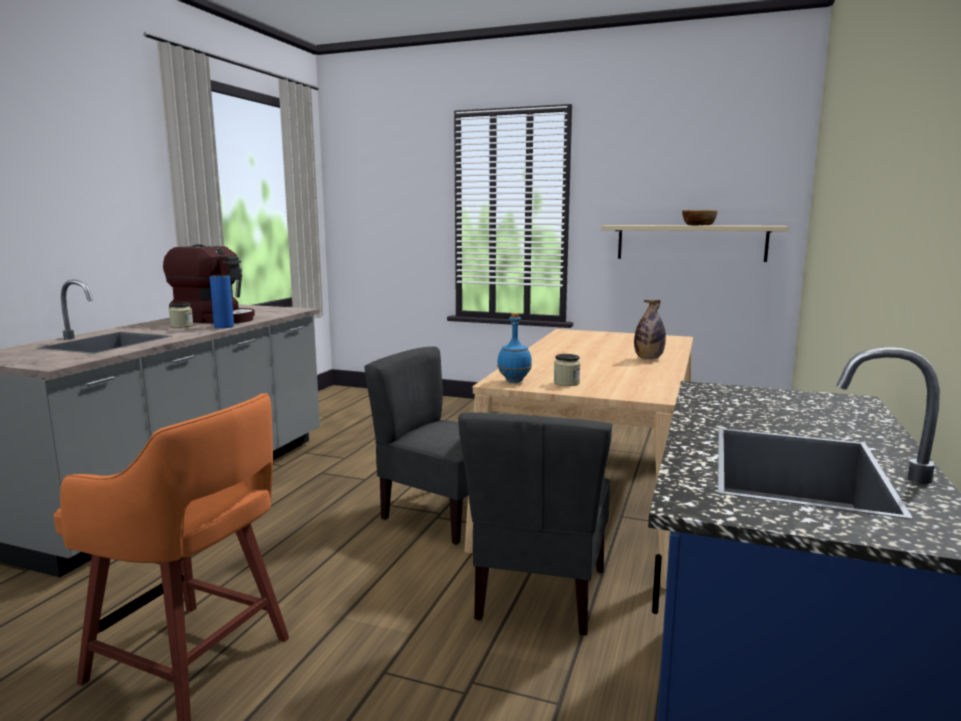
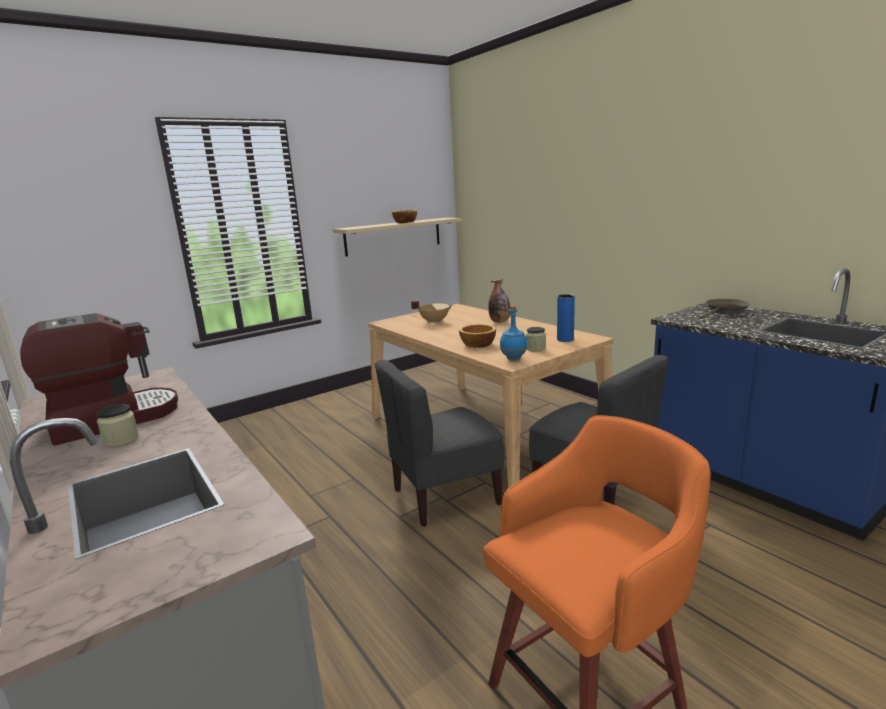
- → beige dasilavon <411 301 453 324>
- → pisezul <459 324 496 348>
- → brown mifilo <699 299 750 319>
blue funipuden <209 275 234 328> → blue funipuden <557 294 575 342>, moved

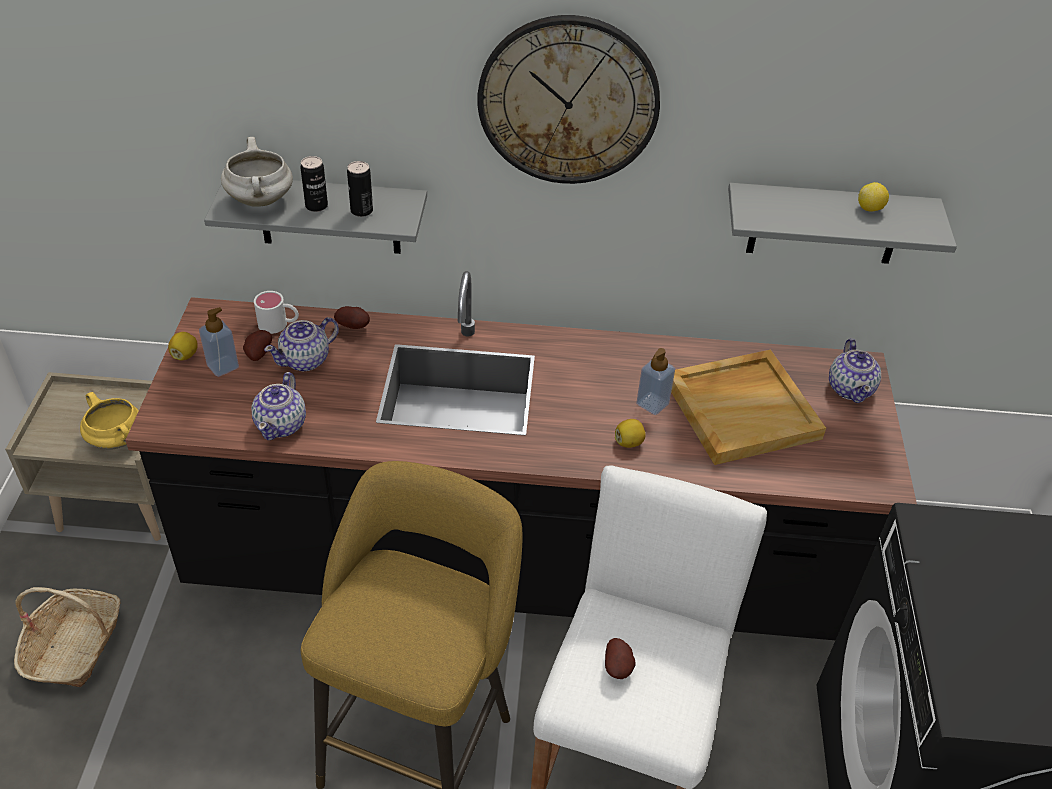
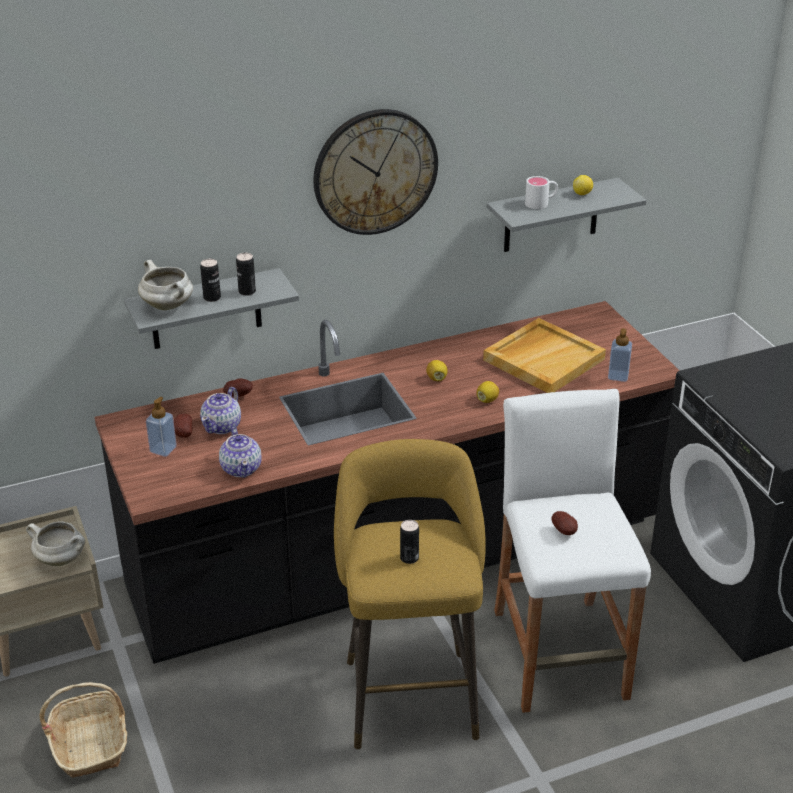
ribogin <829 338 881 403> → -
- → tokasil <400 520 419 564>
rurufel <168 332 198 361> → rurufel <426 360 448 381>, moved
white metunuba <254 291 299 334> → white metunuba <525 176 558 209>, moved
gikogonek <636 348 675 415> → gikogonek <608 328 632 382>, moved
yellow dasilavon <80 392 139 450> → white dasilavon <26 521 85 566>

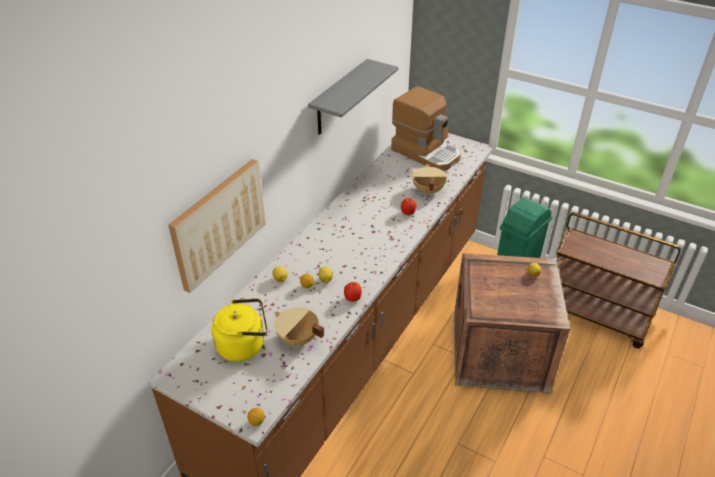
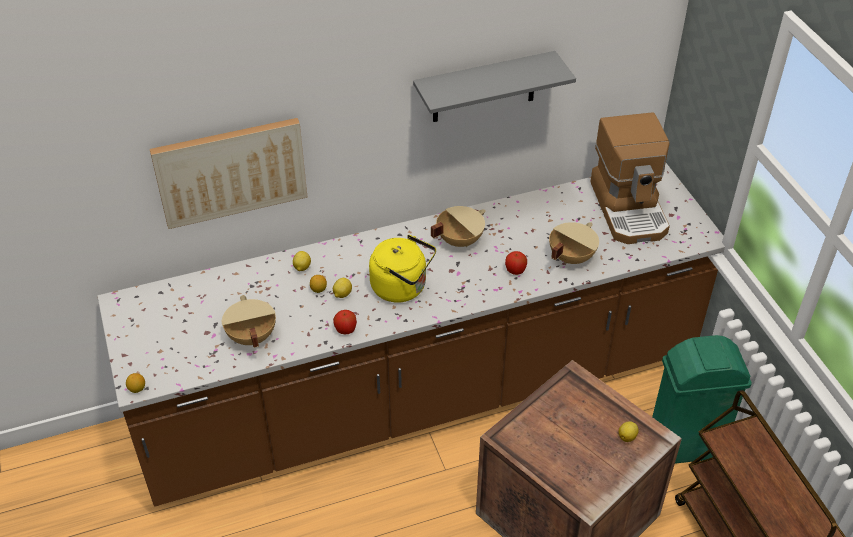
- → beige dasilavon <431 206 485 247>
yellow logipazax <212 298 268 362> → yellow logipazax <369 235 436 303>, moved

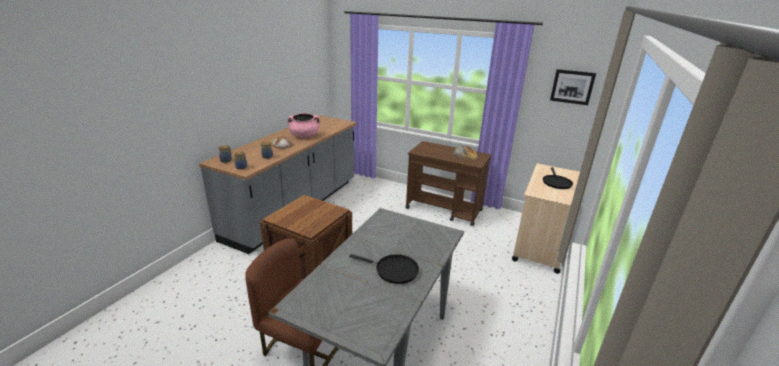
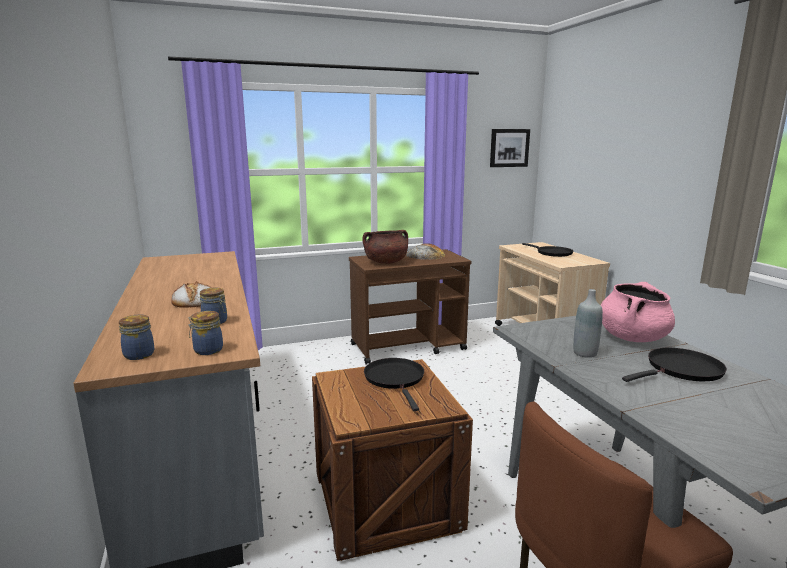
- → brown dasilavon <362 230 408 264>
- → black mifilo <364 358 424 411>
- → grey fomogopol <573 289 603 358>
pink dasilavon <288 113 320 138> → pink dasilavon <601 282 675 342>, moved

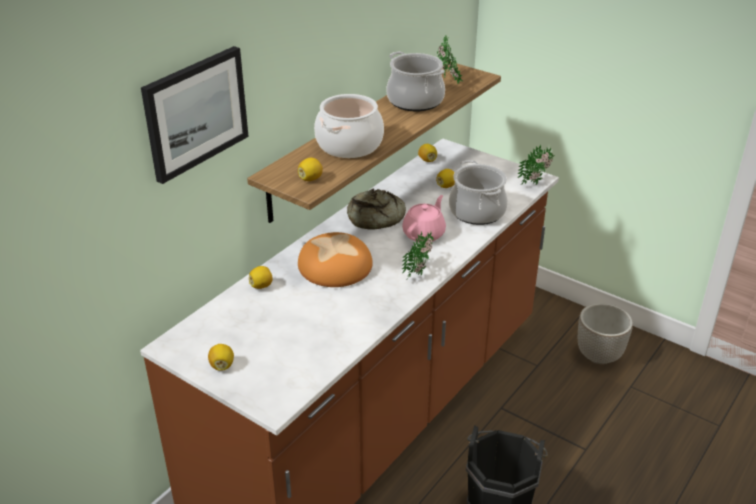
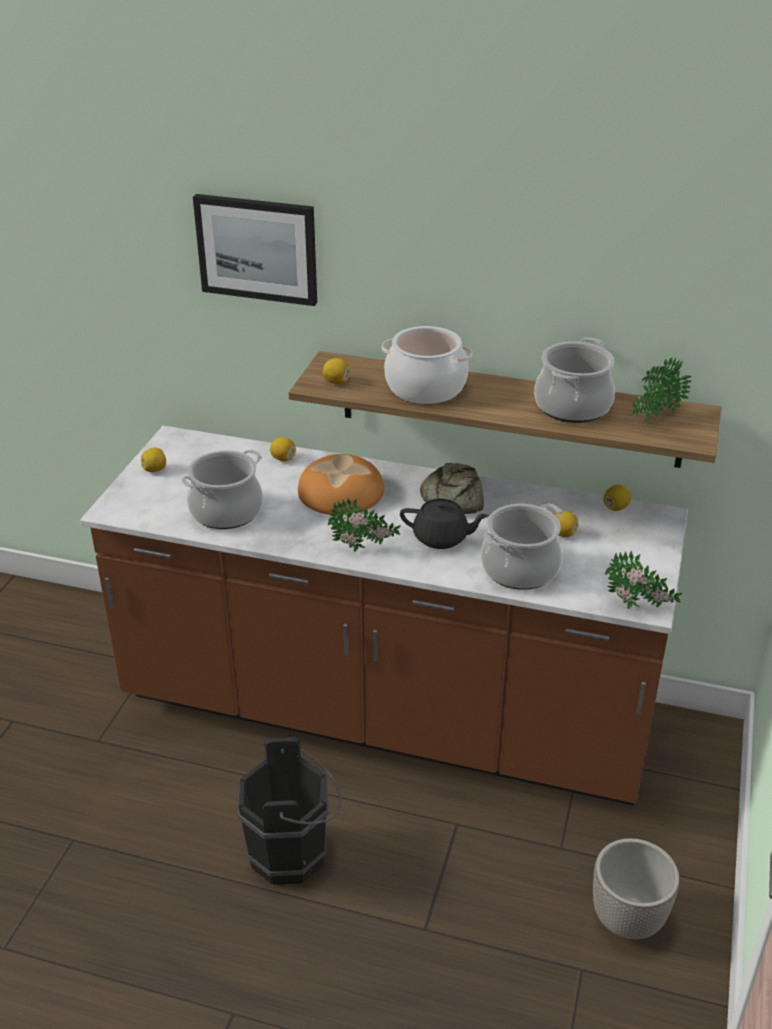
- → dasilavon <181 449 263 529>
pink ribogin <402 195 446 242> → black ribogin <400 499 489 549>

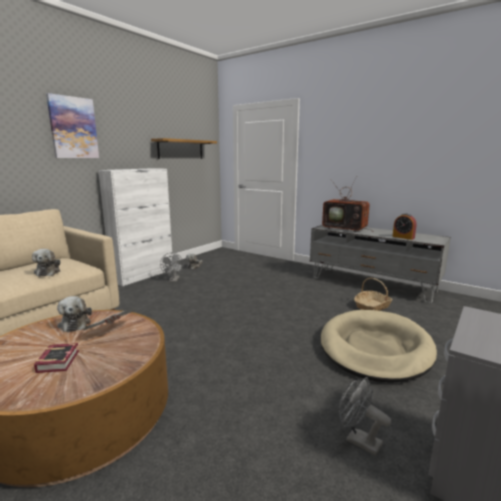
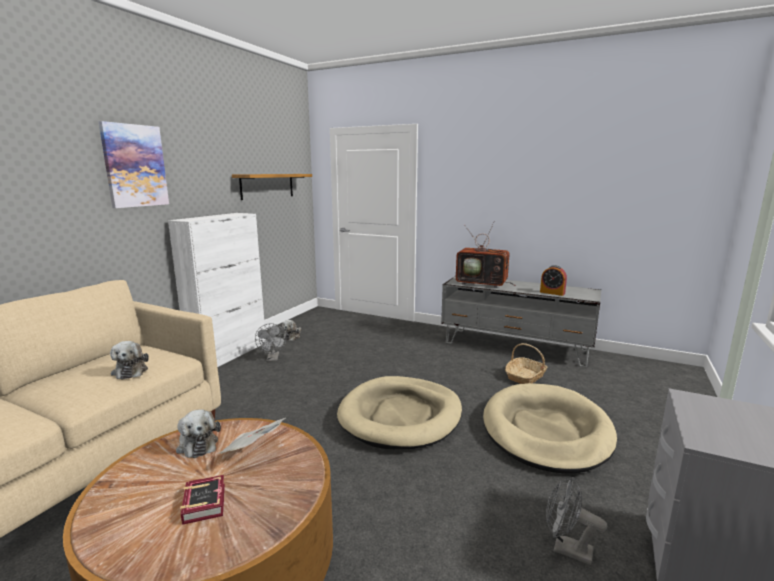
- → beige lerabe <337 376 462 449>

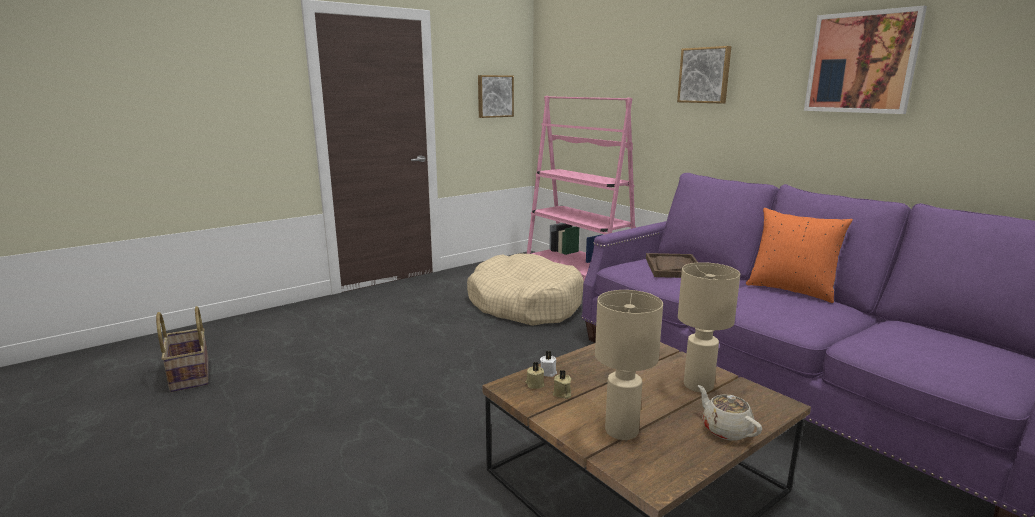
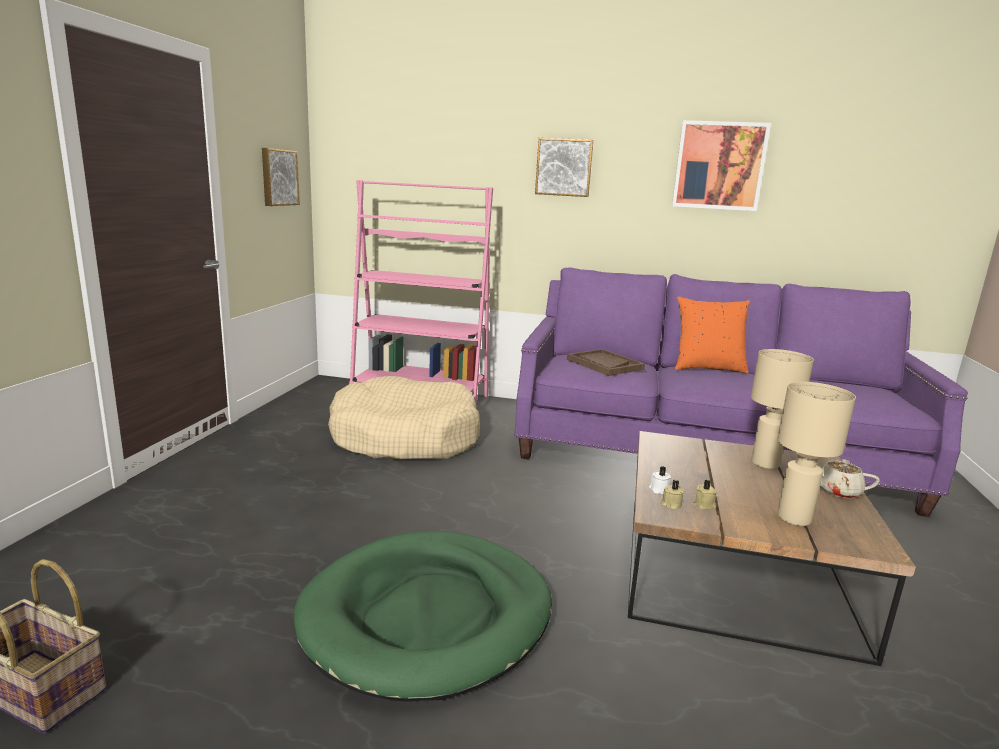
- → green lerabe <294 531 552 702>

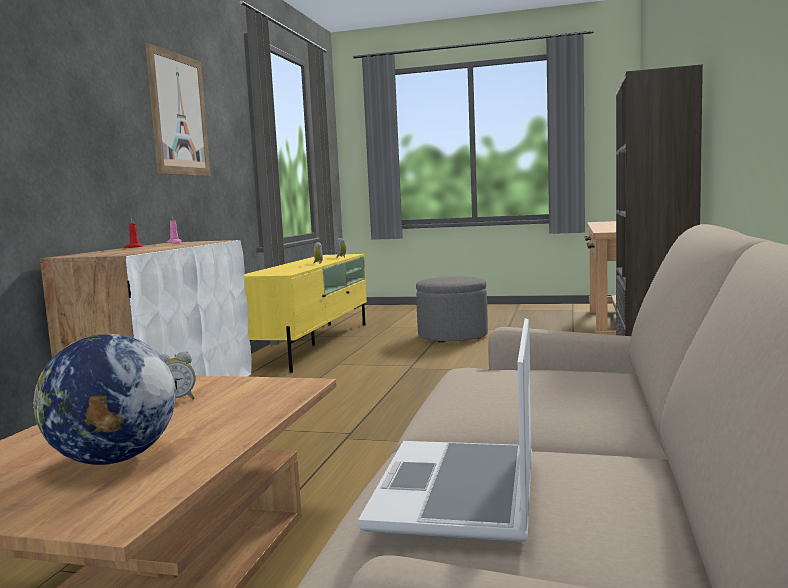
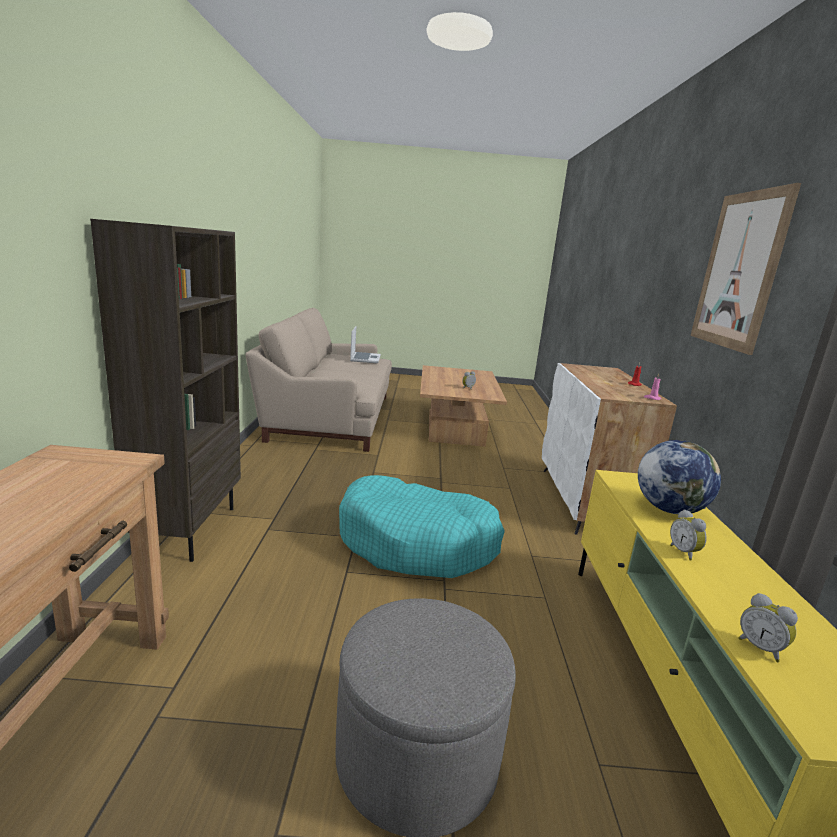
- → turquoise lerabe <339 475 505 578>
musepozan <33 334 176 465> → musepozan <638 440 721 514>, moved

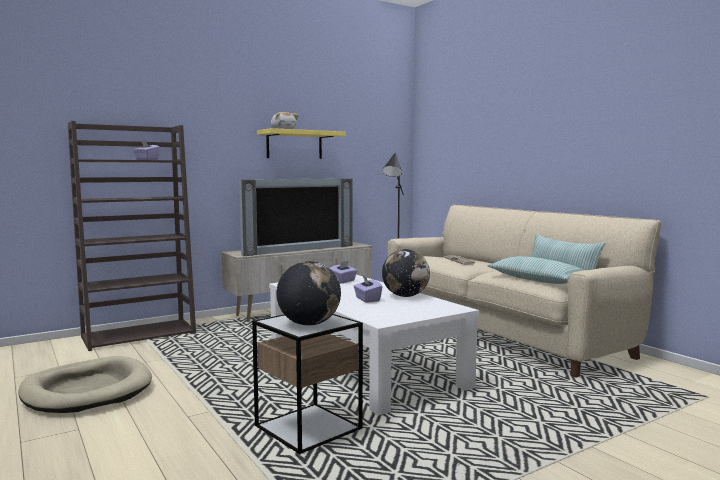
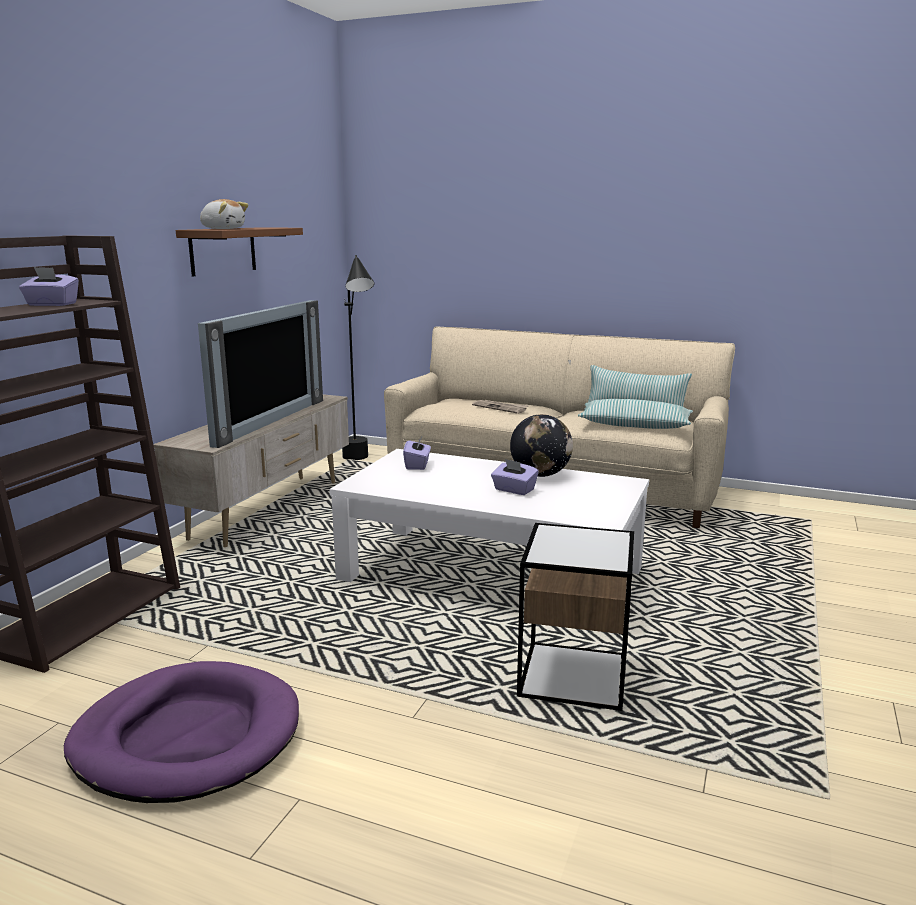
musepozan <276 261 341 326> → -
beige lerabe <18 356 152 413> → purple lerabe <64 661 299 803>
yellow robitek <257 128 345 159> → brown robitek <176 227 303 276>

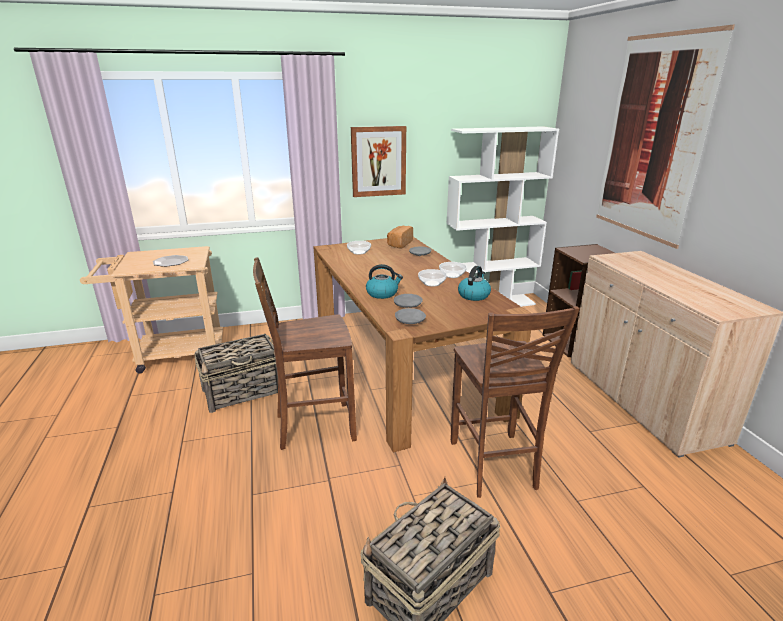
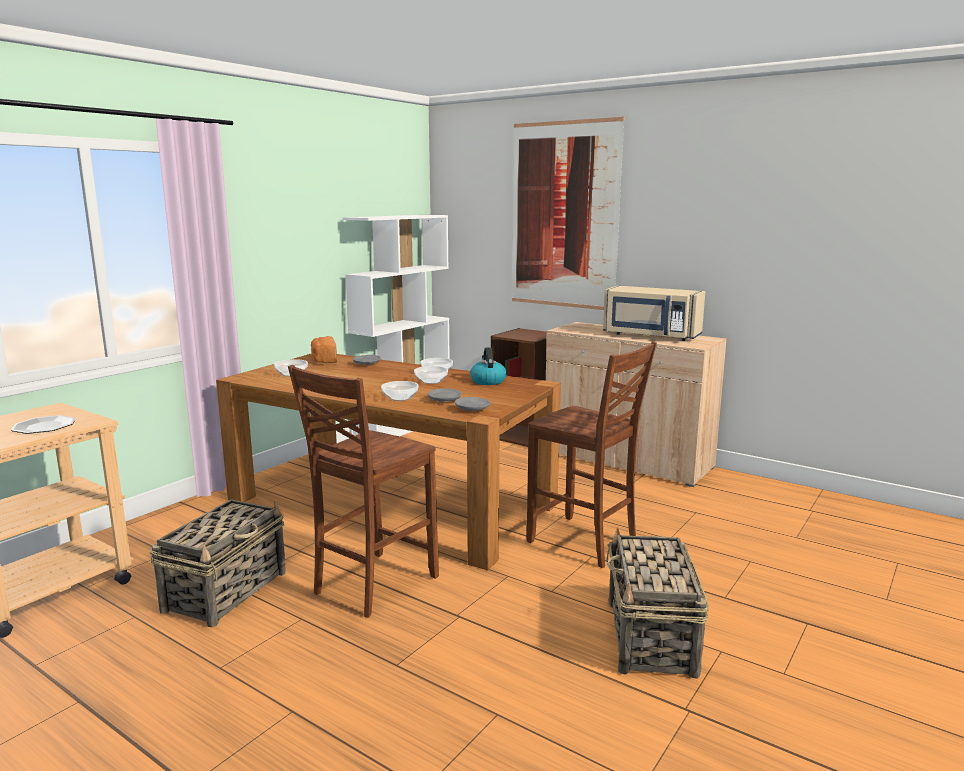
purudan <351 126 406 197> → -
- → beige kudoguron <603 286 705 341>
logipazax <366 264 403 299> → pisezul <381 381 418 401>

